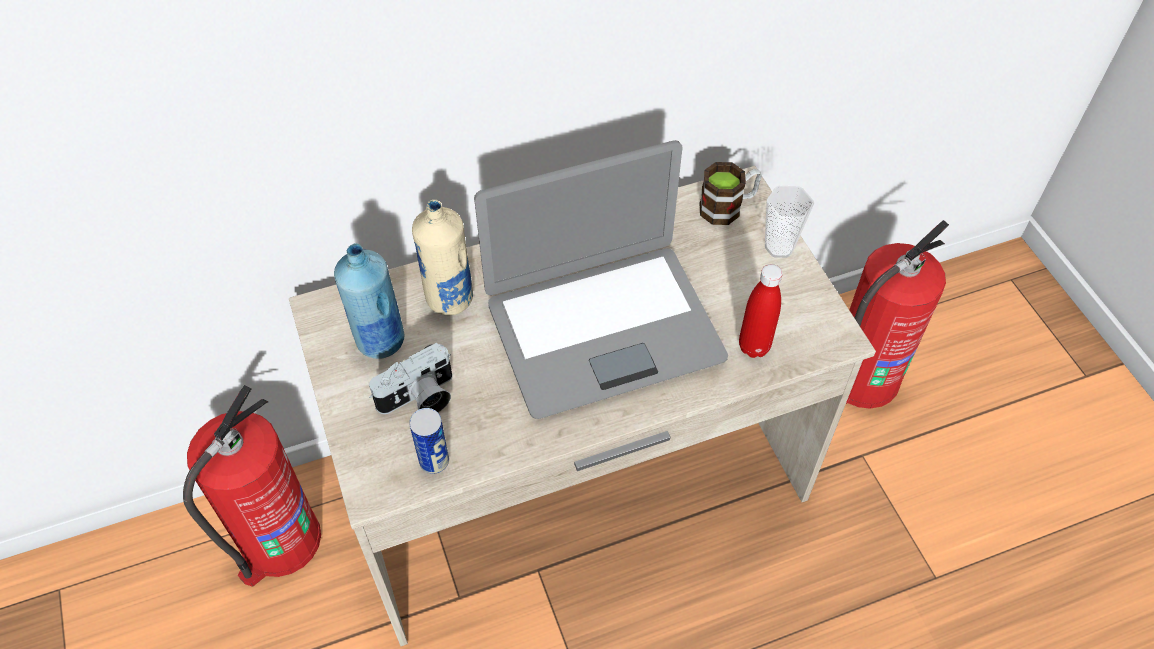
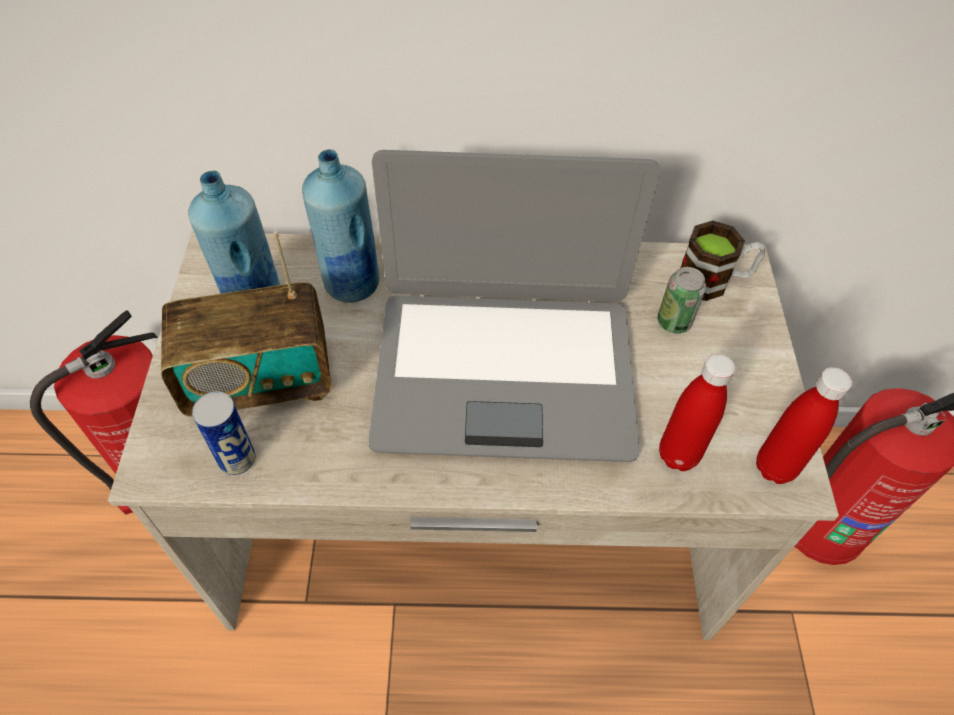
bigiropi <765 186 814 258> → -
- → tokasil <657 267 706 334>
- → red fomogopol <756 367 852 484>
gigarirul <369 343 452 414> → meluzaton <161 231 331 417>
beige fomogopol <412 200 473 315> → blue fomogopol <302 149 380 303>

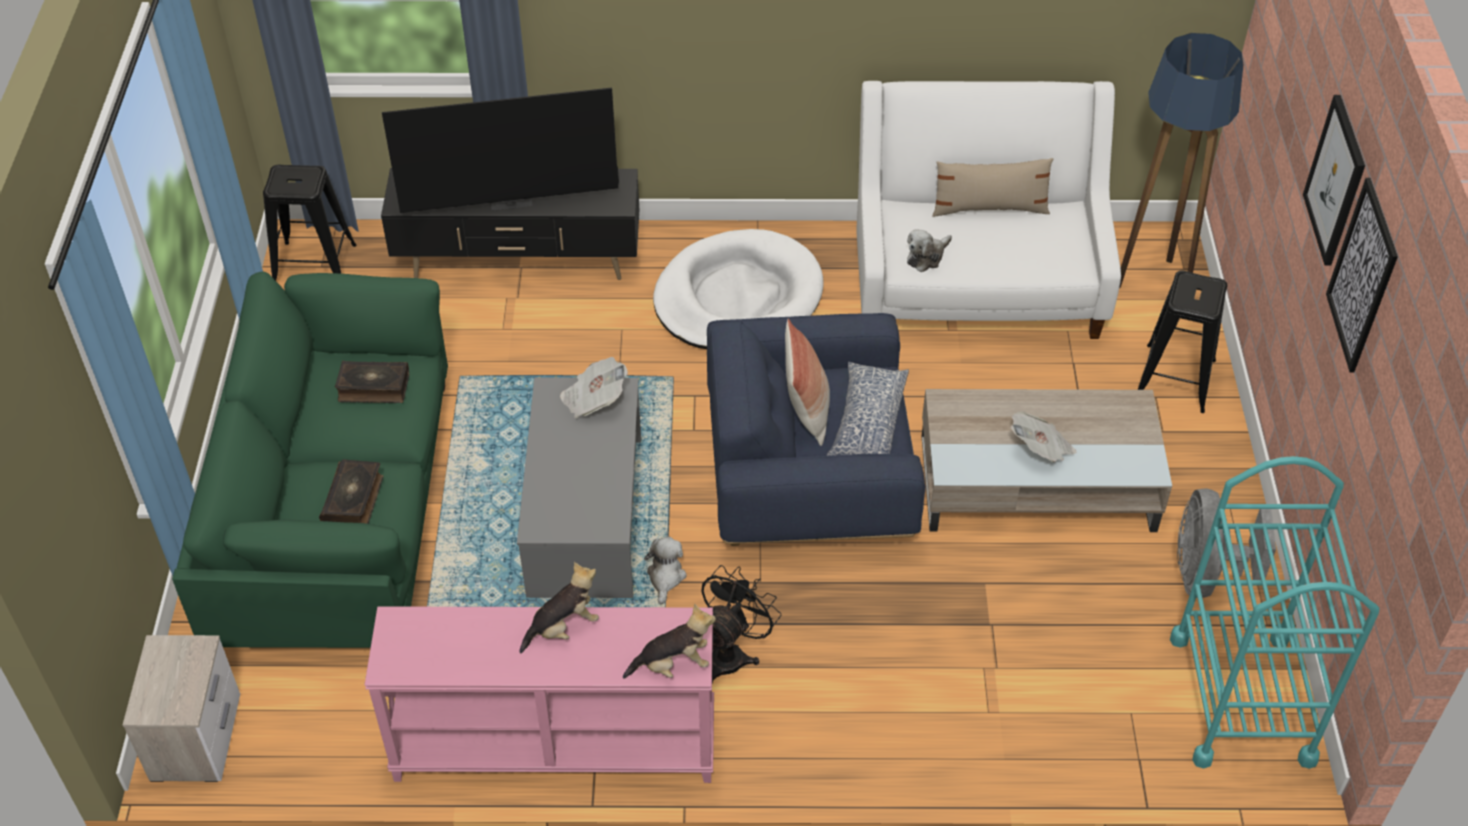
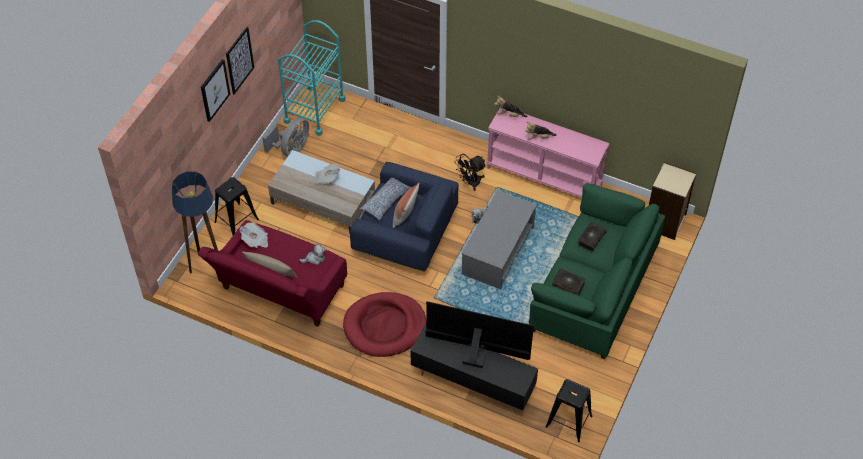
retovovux <560 357 628 418> → retovovux <240 223 268 248>, moved
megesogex <123 635 240 782> → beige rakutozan <649 162 696 240>
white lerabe <653 229 824 349> → red lerabe <343 292 426 357>
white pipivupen <856 81 1121 339> → red pipivupen <198 220 347 327>

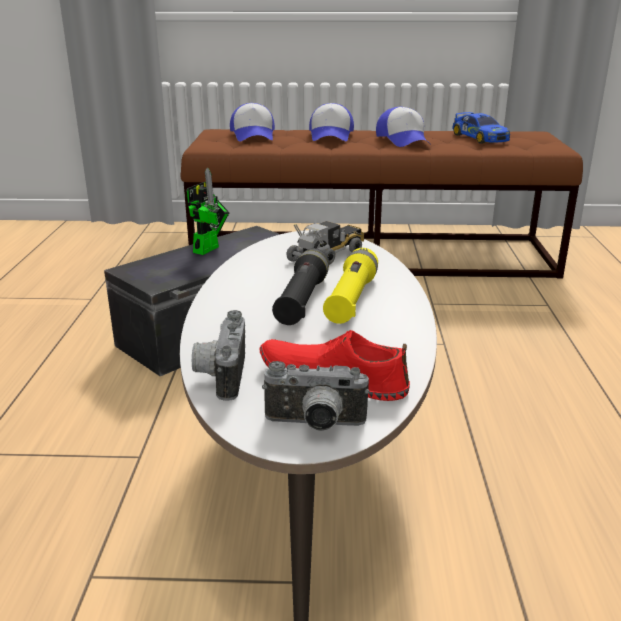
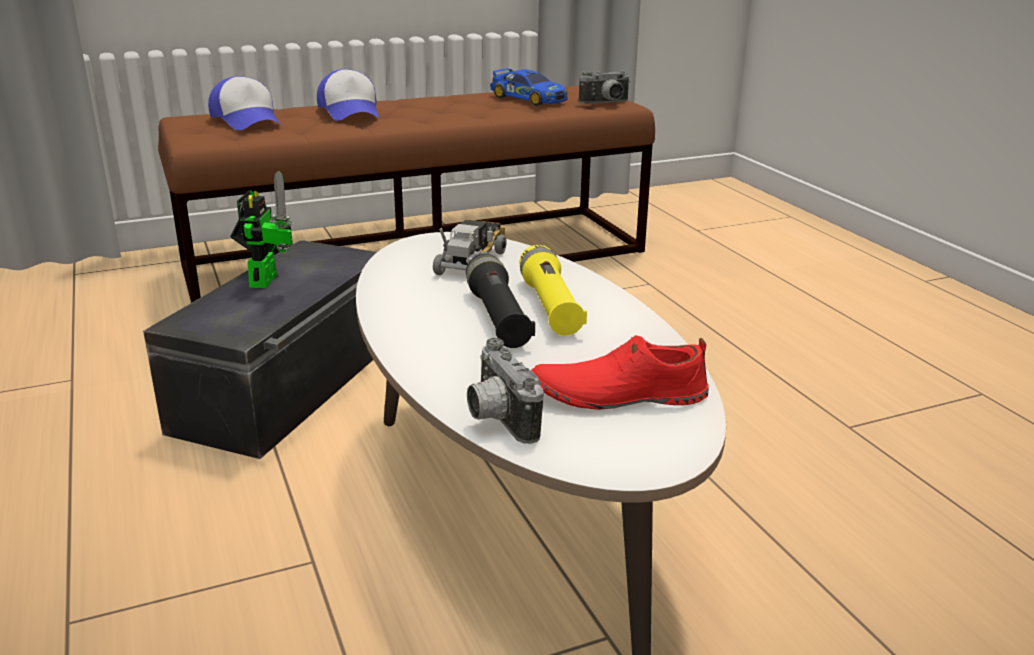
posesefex <376 107 431 147> → -
gigarirul <262 361 370 431> → gigarirul <579 71 630 104>, moved

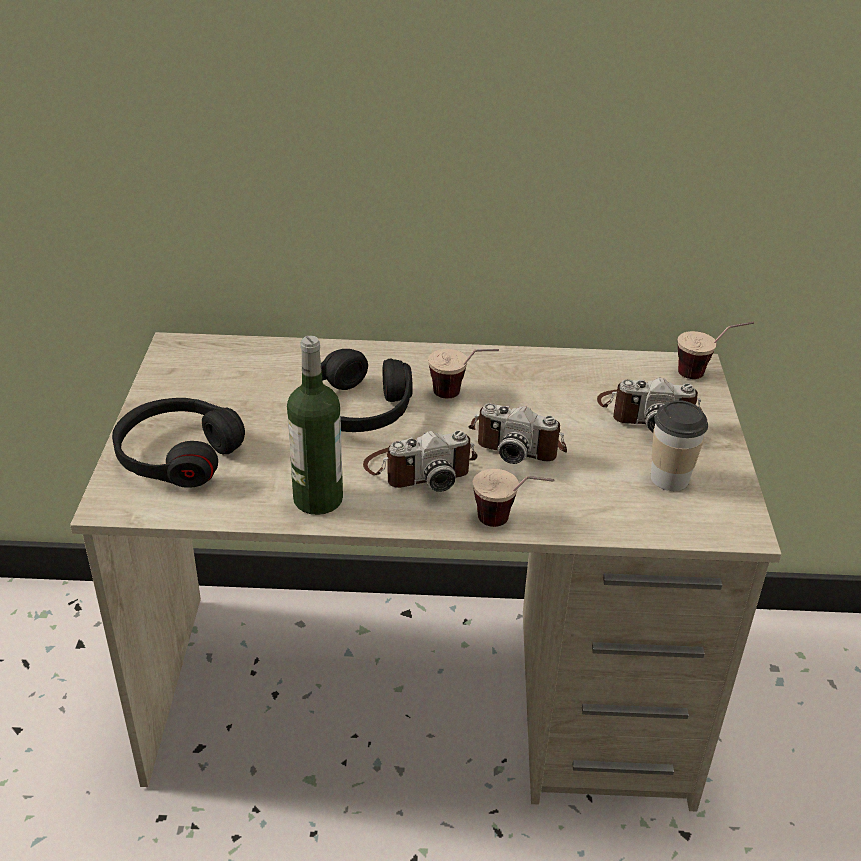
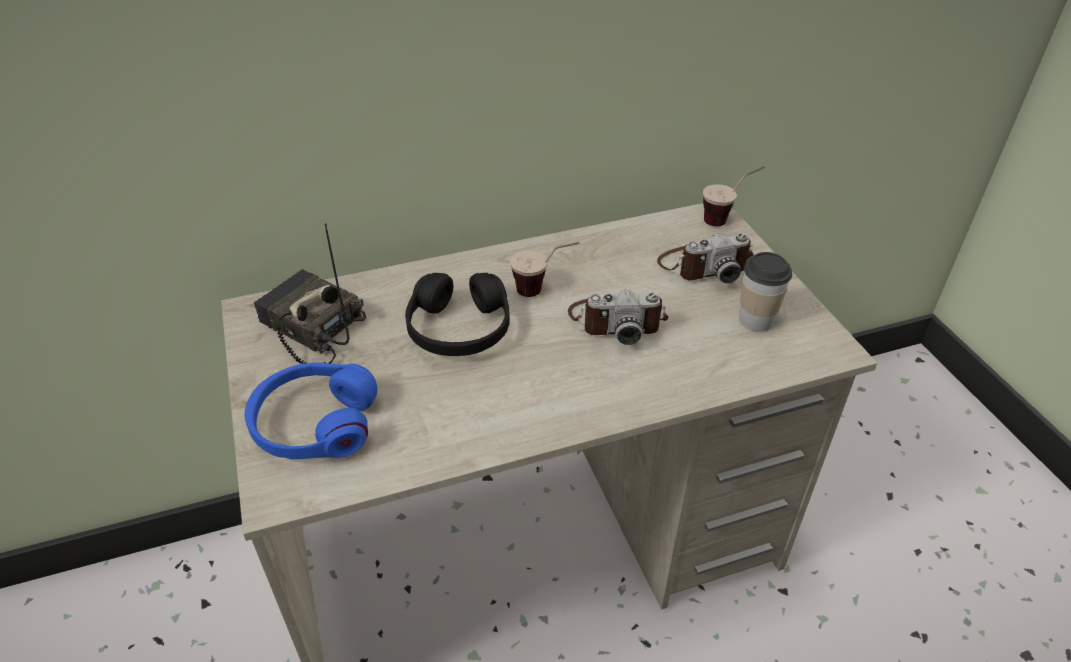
fomogopol <287 336 343 515> → -
gigarirul <363 431 478 492> → -
bigiropi <473 469 555 527> → -
- → meluzaton <254 223 366 364>
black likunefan <112 398 245 488> → blue likunefan <245 362 377 459>

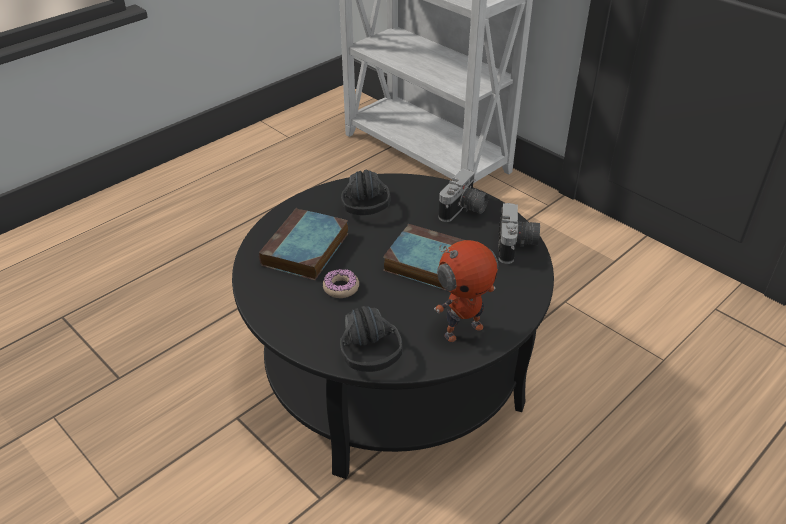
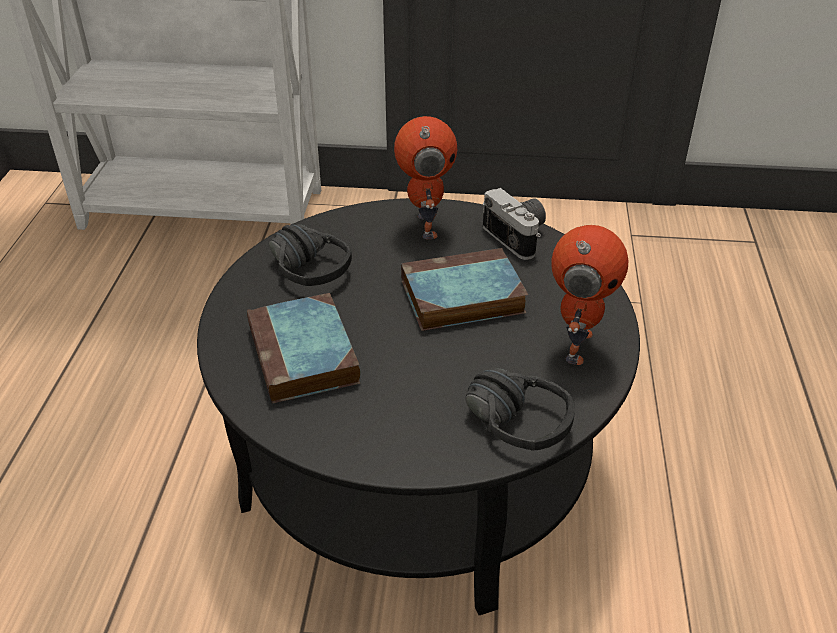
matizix <323 269 359 298> → -
gigarirul <438 168 489 222> → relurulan <394 116 457 239>

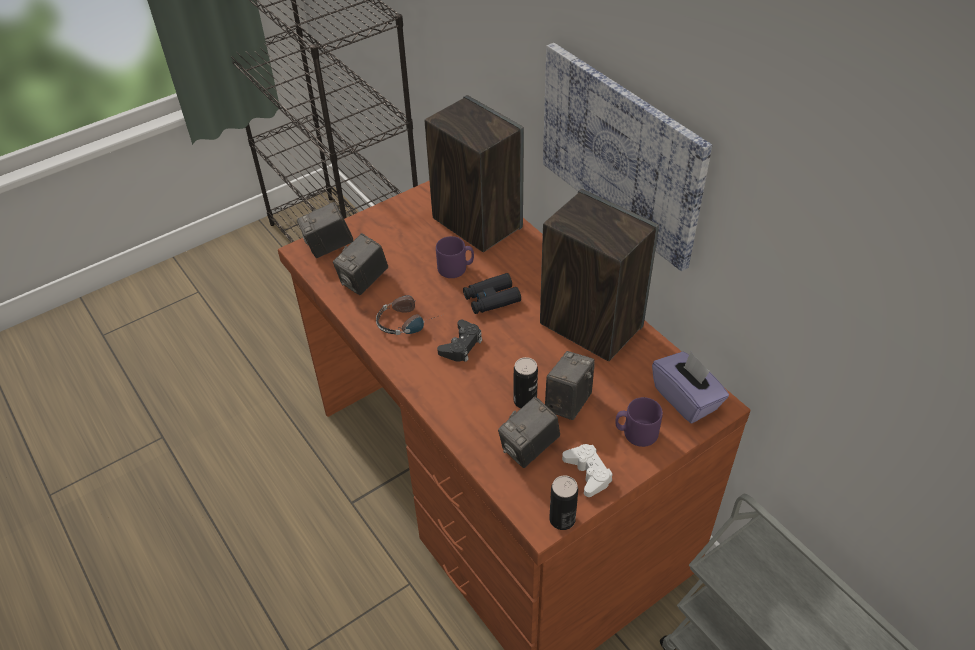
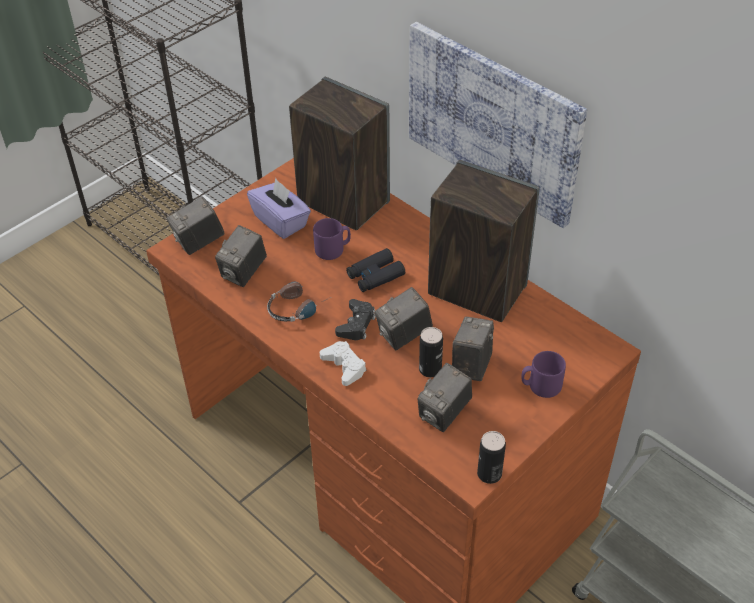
- → gigarirul <375 287 433 350>
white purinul <562 444 613 497> → white purinul <320 341 366 386>, moved
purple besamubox <652 352 729 423> → purple besamubox <247 178 311 239>, moved

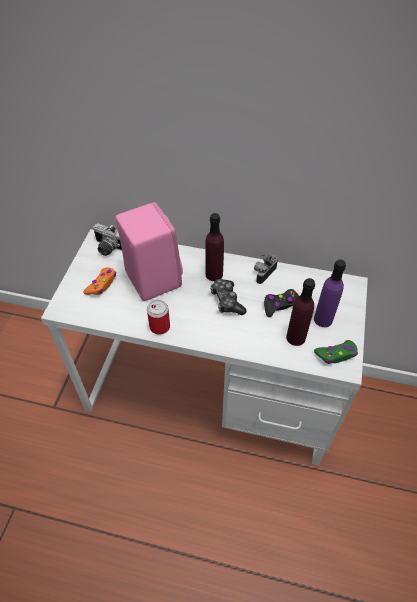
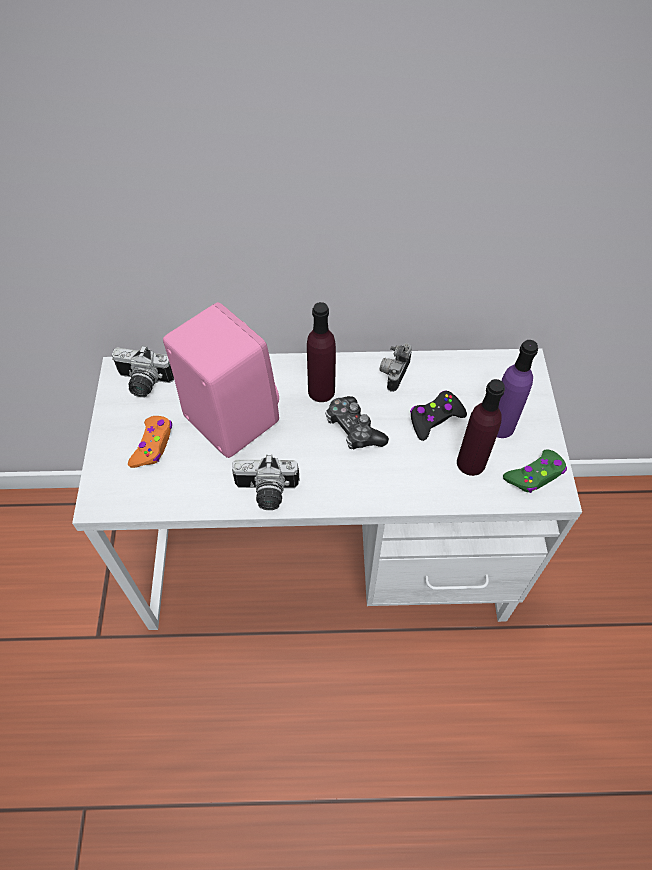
tokasil <147 299 170 335> → gigarirul <232 454 300 510>

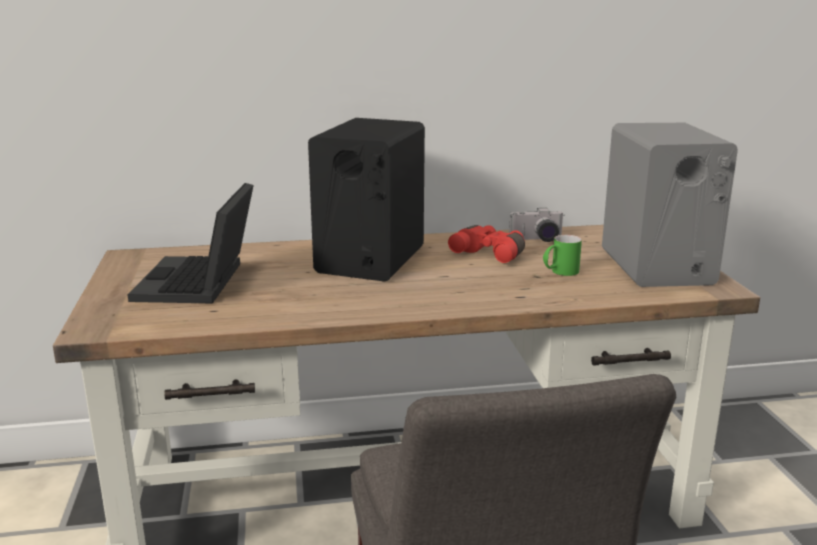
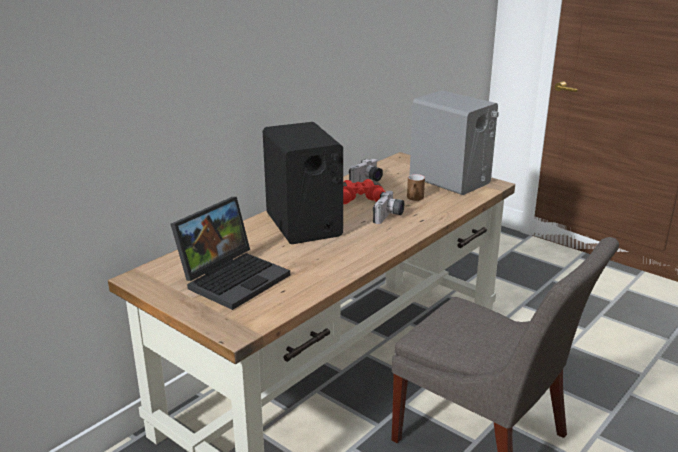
- → gigarirul <373 191 404 224>
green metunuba <543 235 582 276> → brown metunuba <407 174 425 201>
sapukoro <127 183 254 304> → sapukoro <171 197 290 310>, 105 degrees counterclockwise

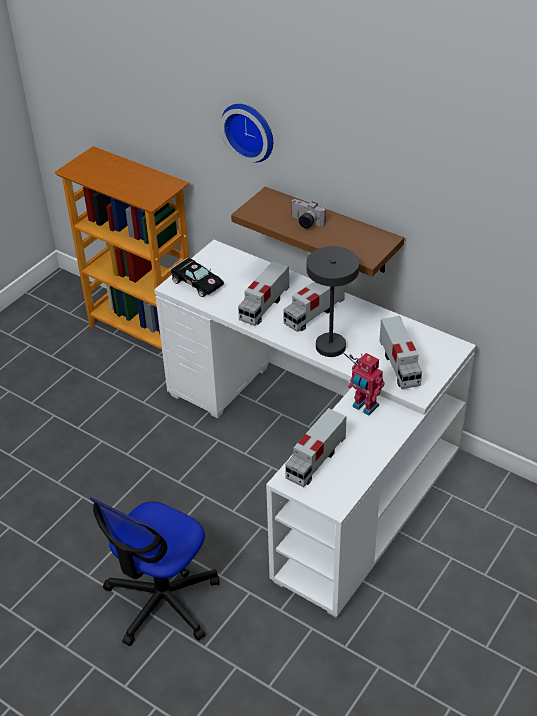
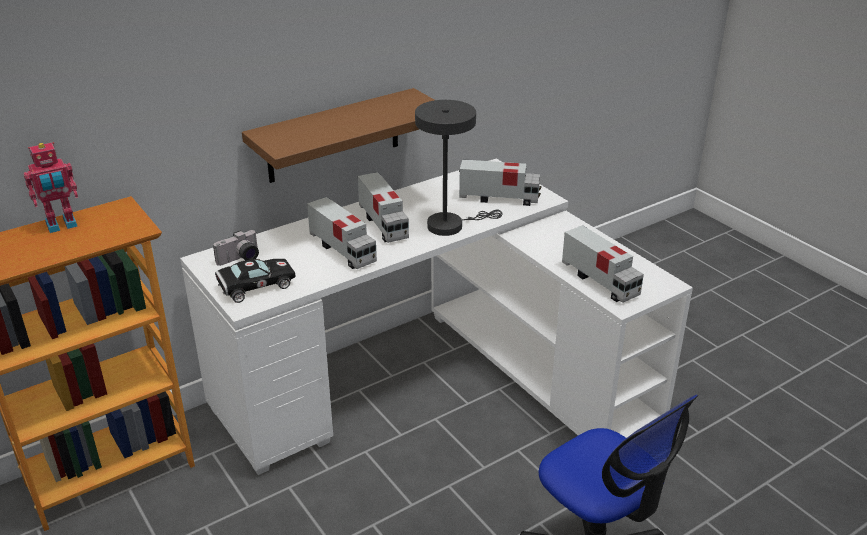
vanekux <220 104 273 163> → -
gigarirul <291 199 326 229> → gigarirul <213 230 259 266>, moved
relurulan <348 353 385 416> → relurulan <24 142 78 233>, moved

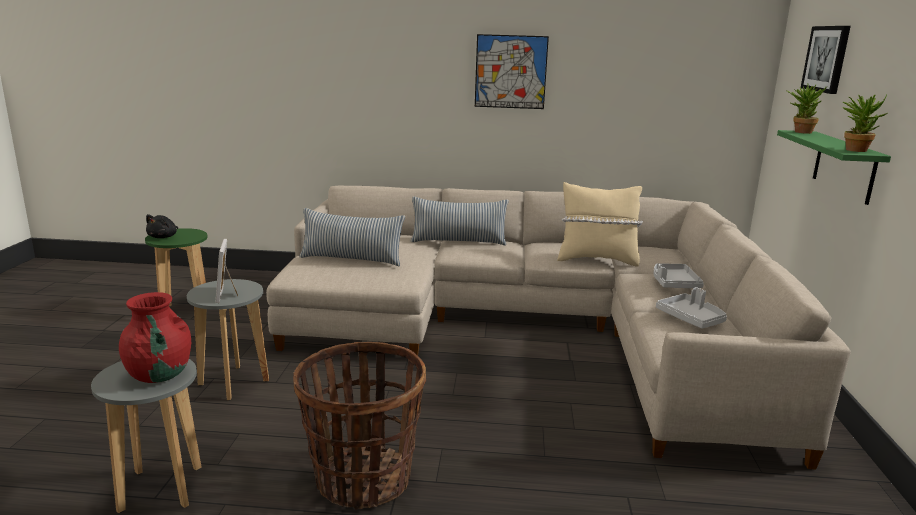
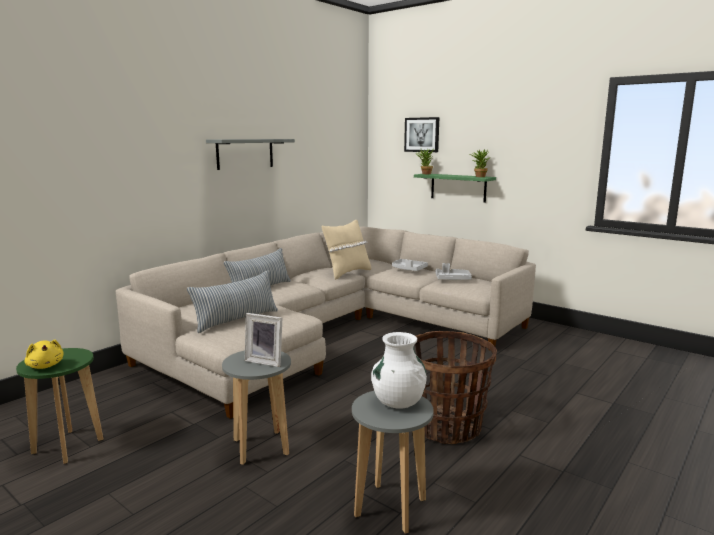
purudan <475 34 549 109> → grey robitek <206 139 295 170>
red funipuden <119 292 191 383> → white funipuden <371 332 427 409>
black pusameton <146 214 178 238> → yellow pusameton <25 340 64 369>

